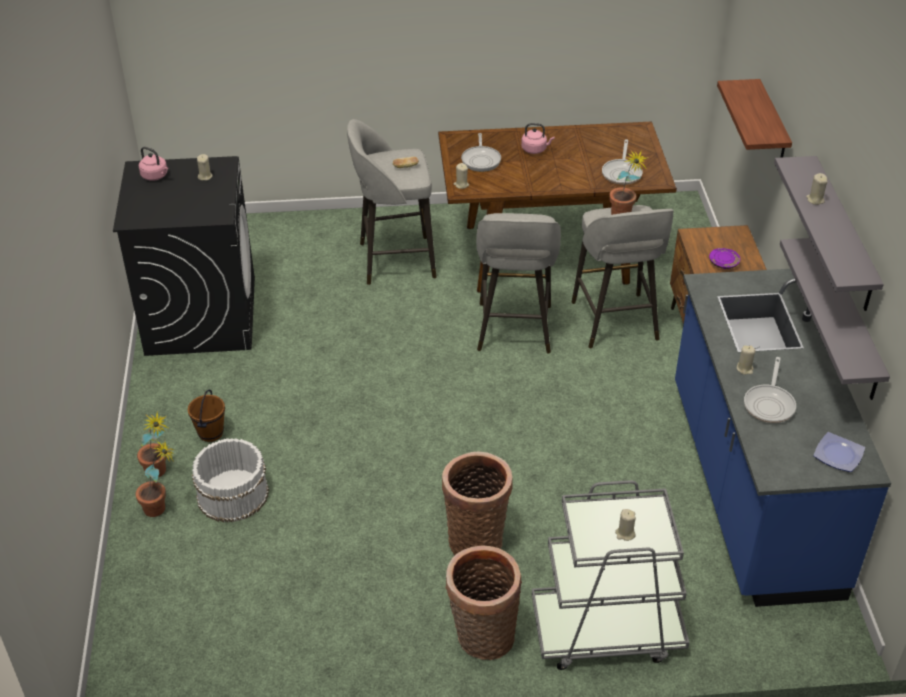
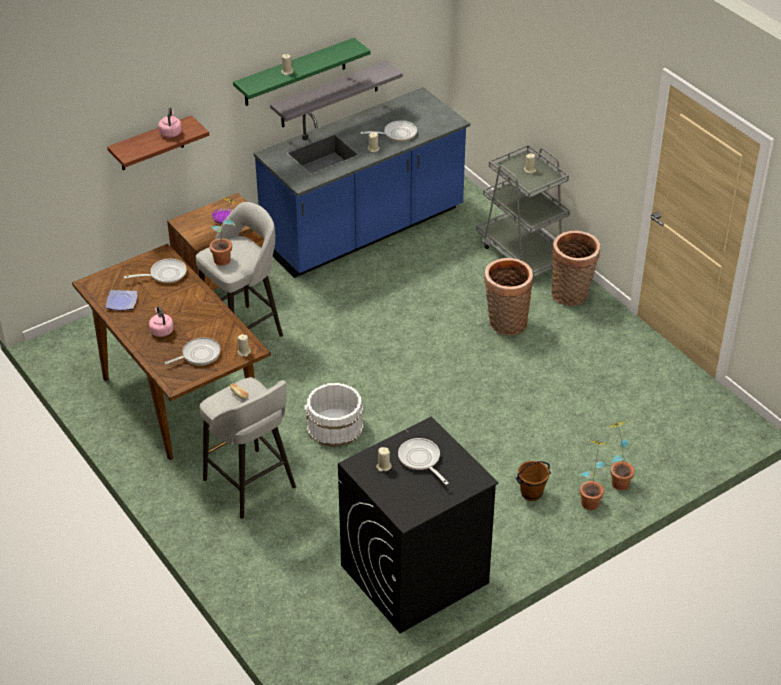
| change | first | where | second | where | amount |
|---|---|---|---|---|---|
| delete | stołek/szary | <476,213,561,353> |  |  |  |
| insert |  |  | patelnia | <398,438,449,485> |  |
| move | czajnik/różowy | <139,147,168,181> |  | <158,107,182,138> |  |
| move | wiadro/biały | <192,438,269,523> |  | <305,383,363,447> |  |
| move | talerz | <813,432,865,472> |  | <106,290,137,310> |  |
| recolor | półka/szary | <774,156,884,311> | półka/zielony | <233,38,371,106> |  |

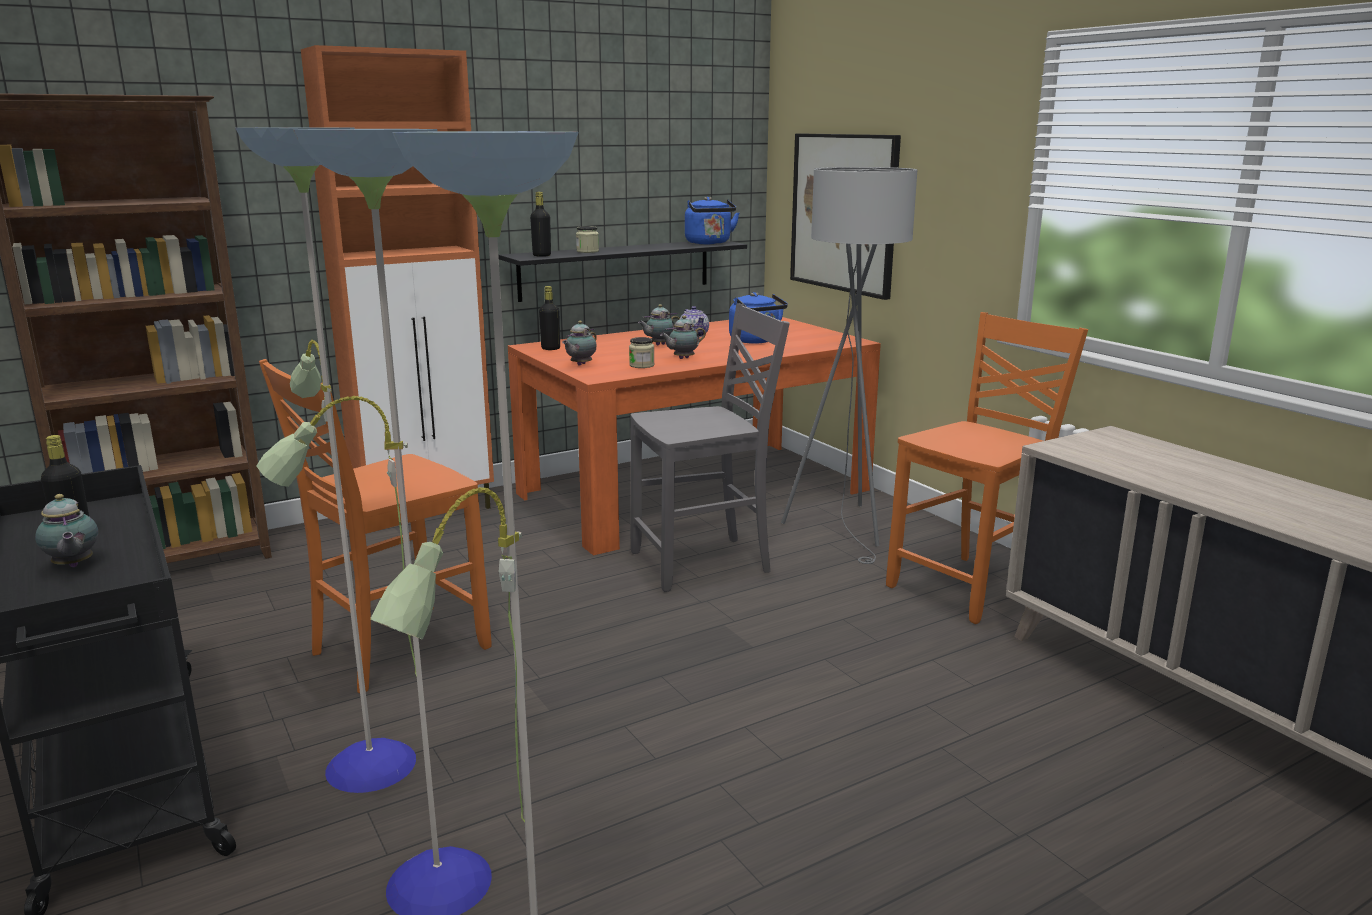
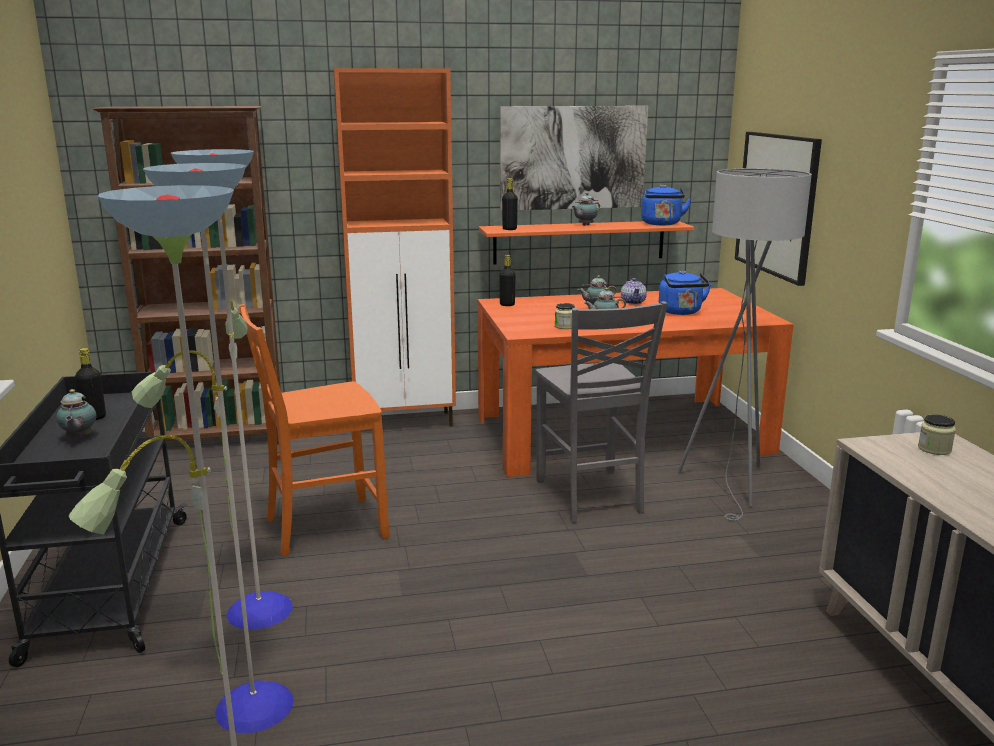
| change | first | where | second | where | amount |
|---|---|---|---|---|---|
| delete | krzesło/pomarańczowy | <886,312,1088,624> |  |  |  |
| insert |  |  | obraz | <500,106,648,211> |  |
| move | imbryk | <562,321,597,365> |  | <572,192,600,226> |  |
| move | słoik | <576,226,599,253> |  | <918,414,956,455> |  |
| recolor | półka/czarny | <498,241,747,302> | półka/pomarańczowy | <479,221,694,265> |  |
| rotate | krzesło/szary | <630,303,790,592> |  | <535,301,668,523> | 75 degrees clockwise |

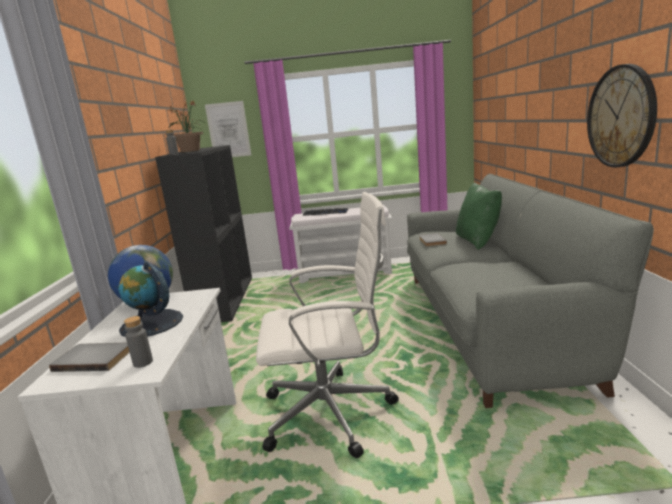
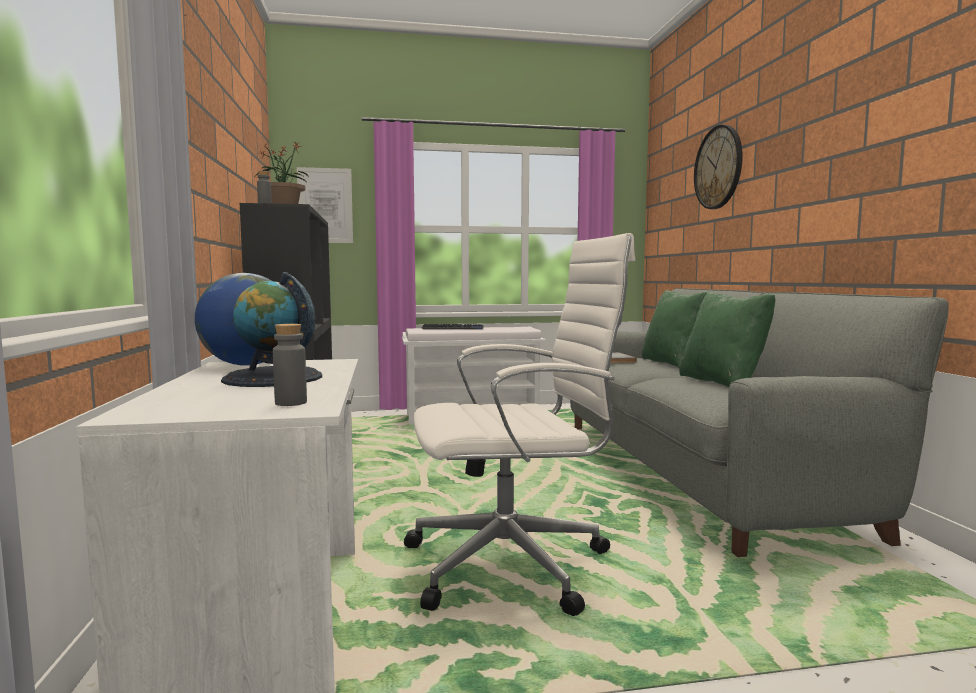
| change | first | where | second | where | amount |
|---|---|---|---|---|---|
| delete | książka/szary | <49,343,130,372> |  |  |  |
| insert |  |  | poduszka/zielony | <679,292,775,387> |  |
| move | zegar ścienny | <587,64,657,168> |  | <694,125,743,209> |  |

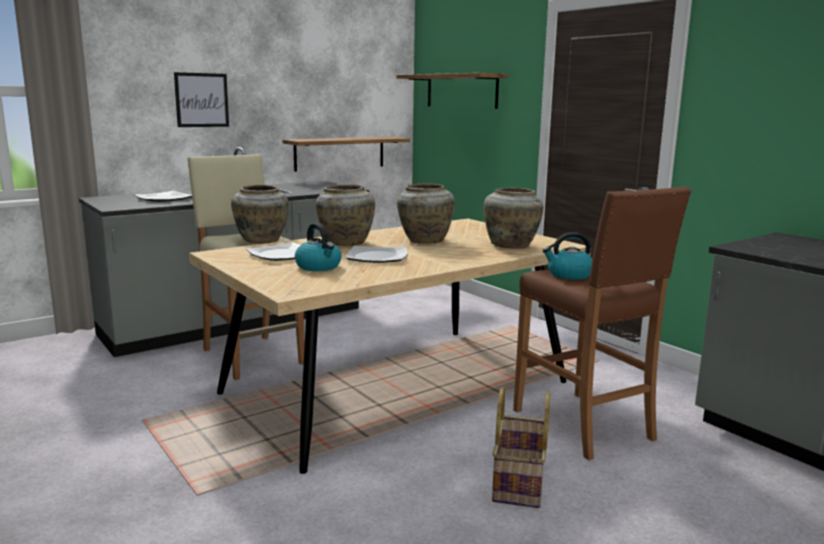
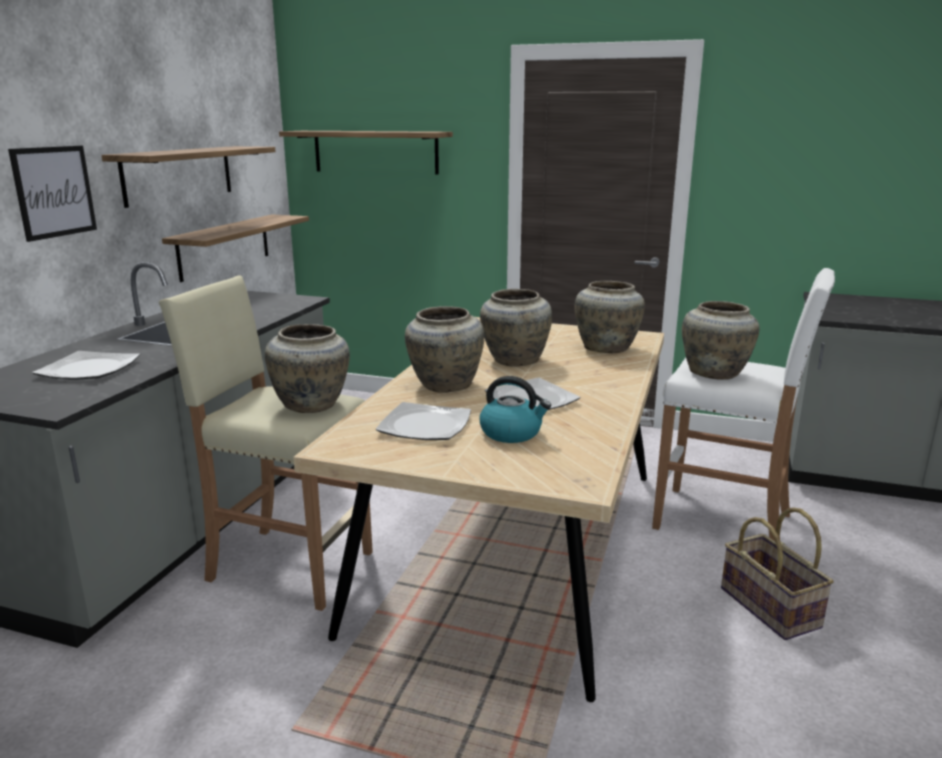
| change | first | where | second | where | amount |
|---|---|---|---|---|---|
| insert |  |  | półka | <101,146,276,208> |  |
| replace | czajnik | <543,232,592,280> | wazon/beżowy | <682,301,760,380> |  |
| recolor | stołek/brązowy | <513,187,691,460> | stołek/biały | <652,268,835,541> |  |

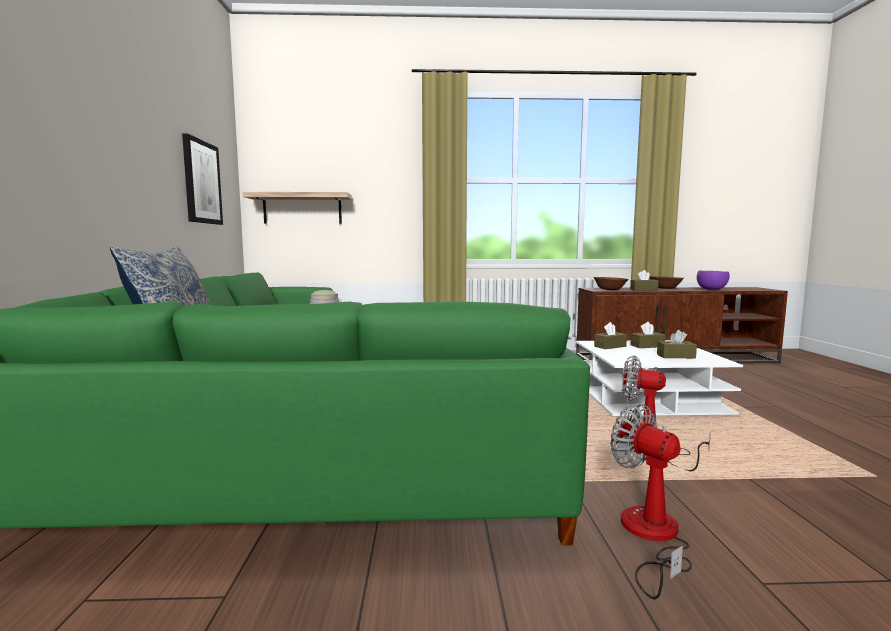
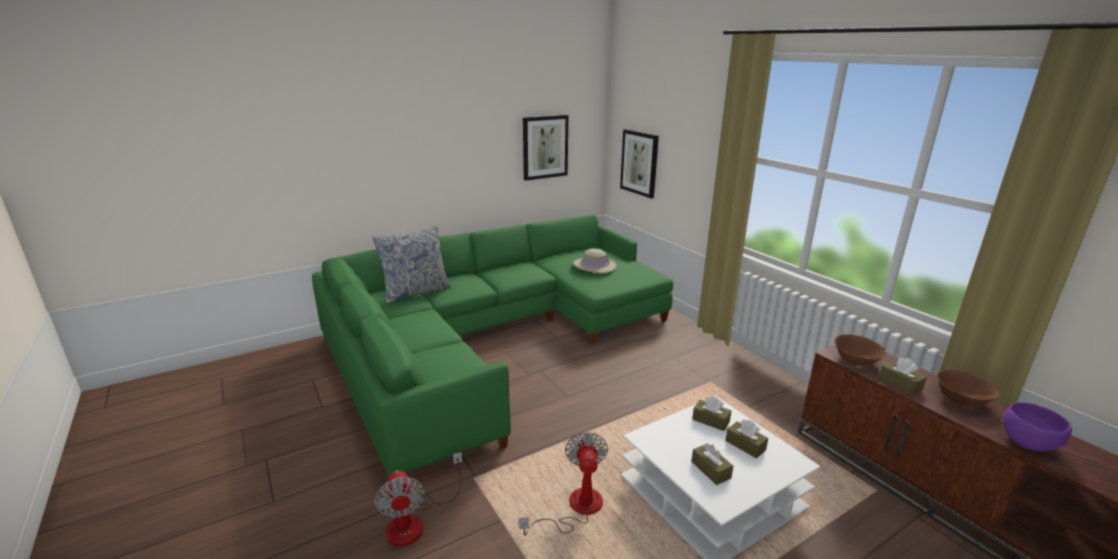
| change | first | where | second | where | amount |
|---|---|---|---|---|---|
| replace | półka | <243,192,352,224> | obraz | <620,129,659,199> |  |
| rotate | wentylator | <610,403,692,600> |  | <374,452,462,546> | 135 degrees clockwise |

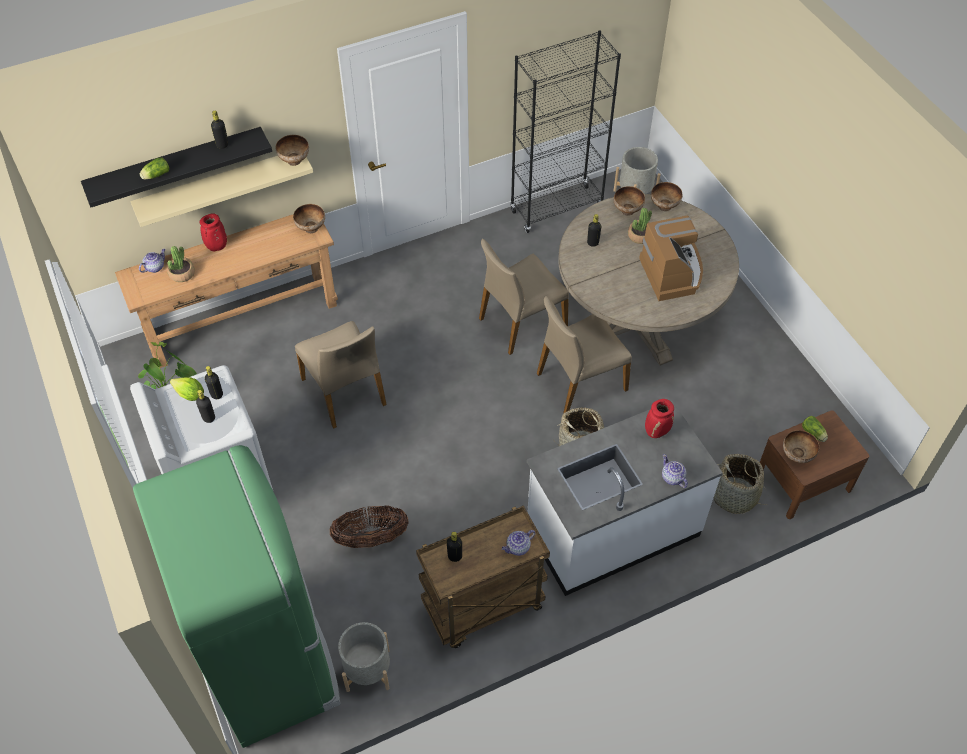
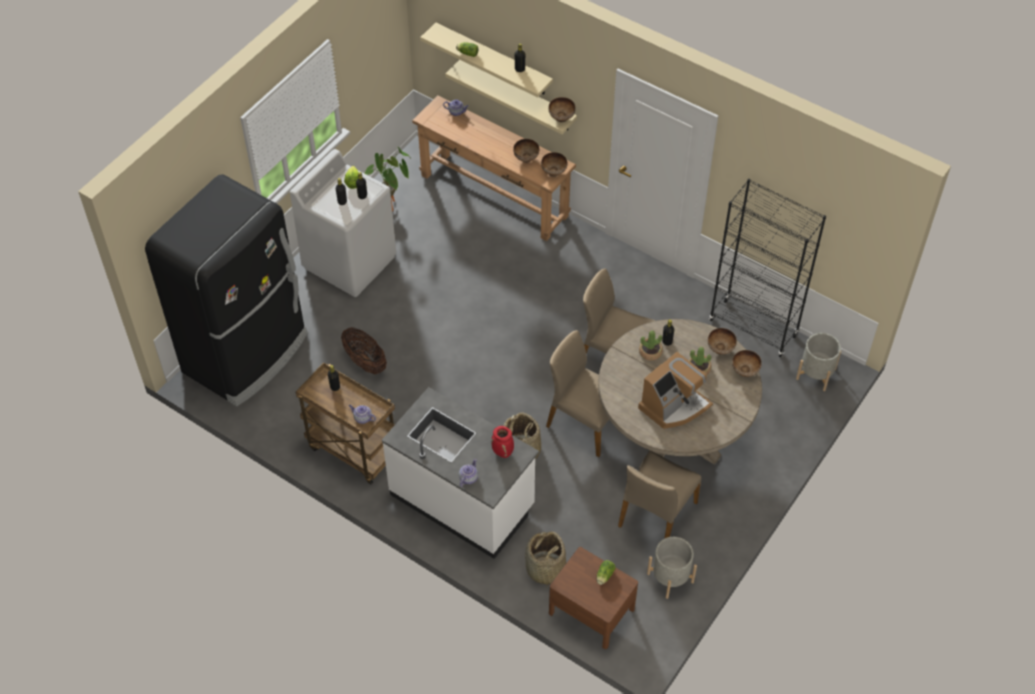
| change | first | where | second | where | amount |
|---|---|---|---|---|---|
| delete | wazon/czerwony | <200,213,227,252> |  |  |  |
| move | roślina doniczkowa | <167,246,195,282> |  | <639,331,663,361> |  |
| move | krzesło/beżowy | <295,321,387,429> |  | <618,451,701,539> |  |
| move | donica/szary | <338,622,390,692> |  | <647,537,697,599> |  |
| move | miska | <783,430,819,463> |  | <513,139,539,163> |  |
| recolor | półka/czarny | <81,127,272,207> | półka/beżowy | <420,23,553,97> |  |
| recolor | lodówka/zielony | <133,445,340,748> | lodówka/czarny | <145,174,307,406> |  |

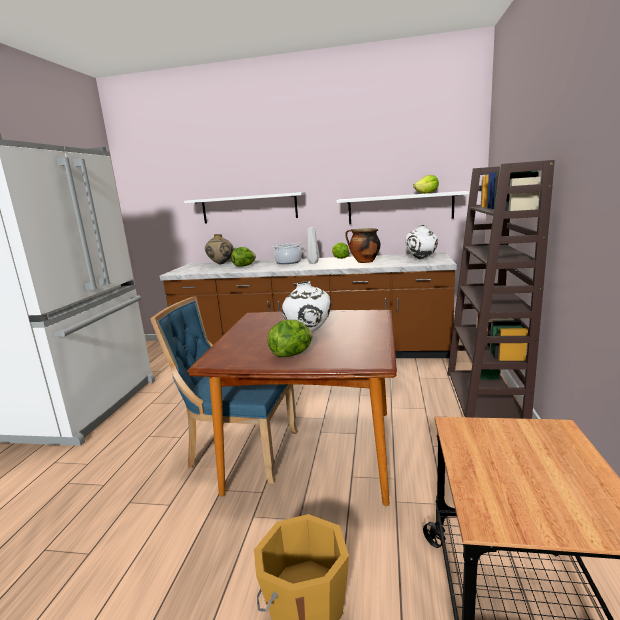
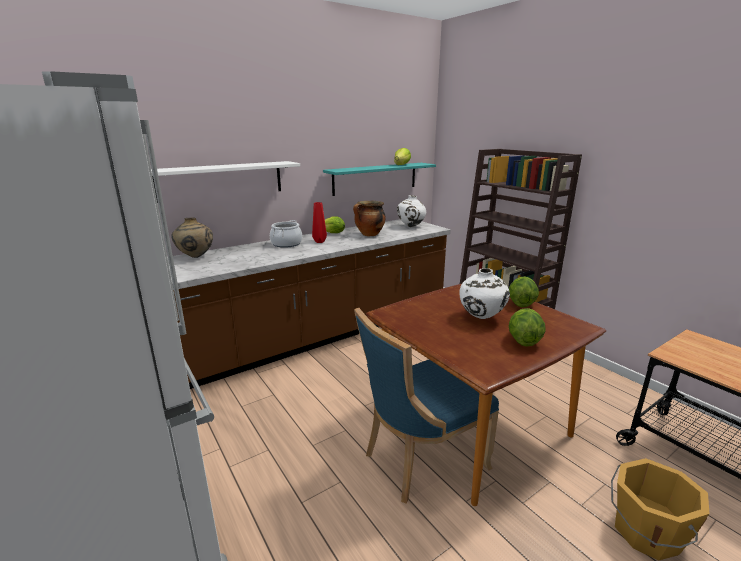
| change | first | where | second | where | amount |
|---|---|---|---|---|---|
| move | sałata | <231,247,256,267> |  | <509,276,539,308> |  |
| recolor | wazon/szary | <306,227,320,264> | wazon/czerwony | <312,202,327,243> |  |
| recolor | półka/biały | <337,191,470,224> | półka/turkusowy | <323,163,436,196> |  |

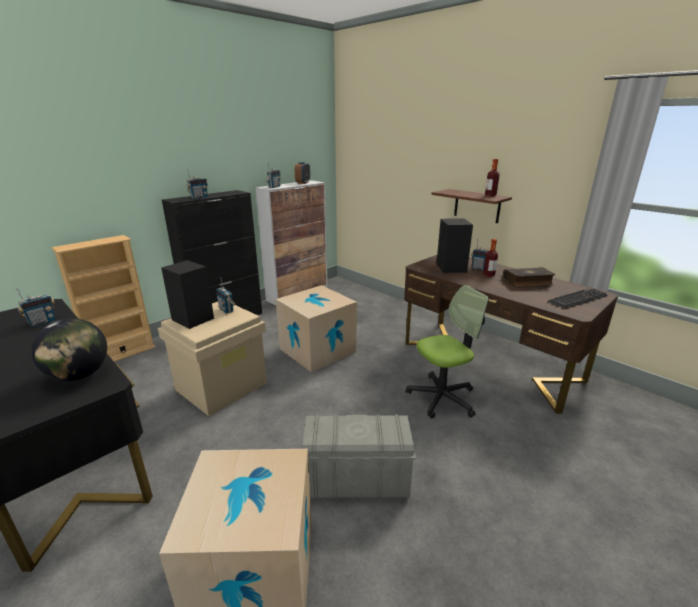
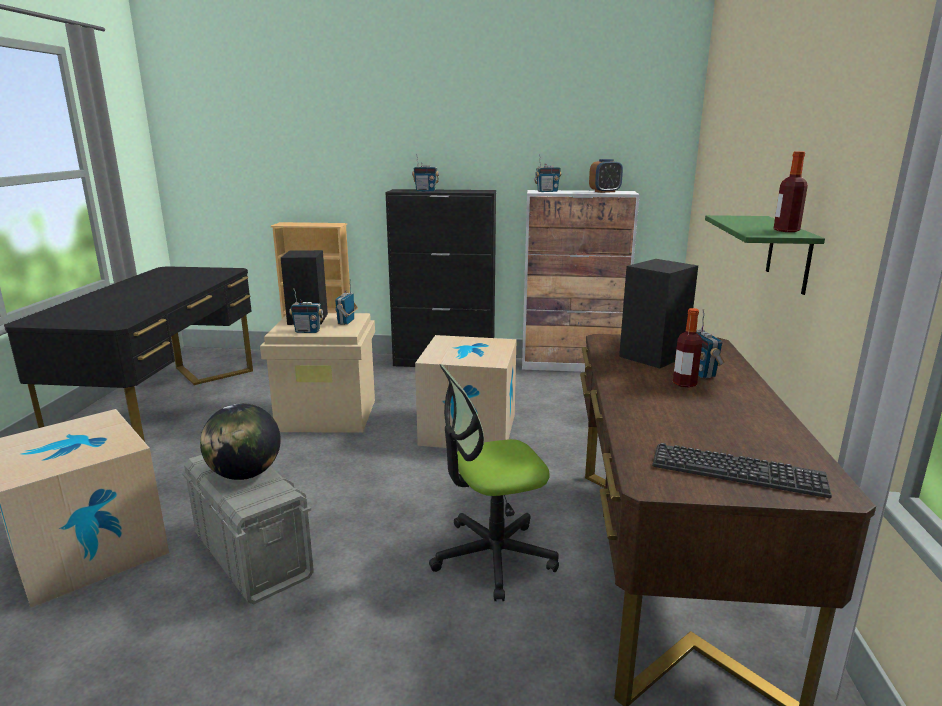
| change | first | where | second | where | amount |
|---|---|---|---|---|---|
| delete | książka | <503,267,556,288> |  |  |  |
| move | radio | <15,288,55,327> |  | <289,288,323,333> |  |
| move | globus | <32,318,107,381> |  | <200,403,281,480> |  |
| recolor | półka/brązowy | <431,189,512,223> | półka/zielony | <705,215,825,295> |  |
| rotate | krzesło biurowe | <406,285,488,419> |  | <429,364,559,601> | 135 degrees clockwise |

